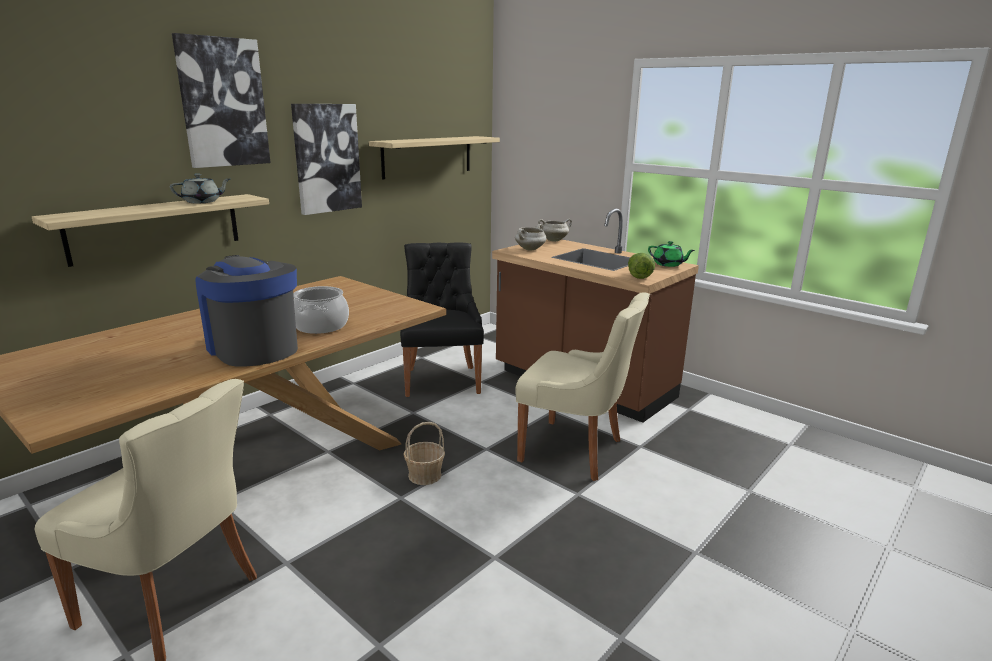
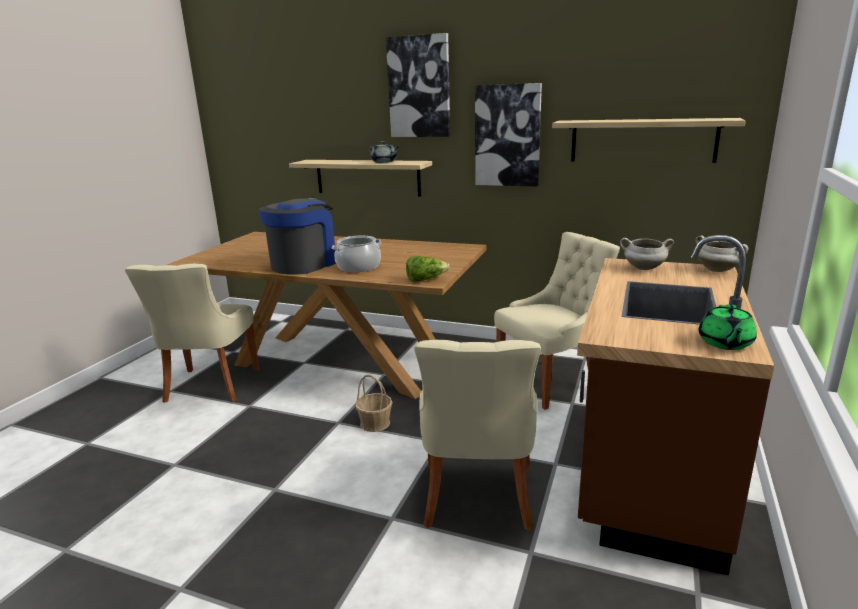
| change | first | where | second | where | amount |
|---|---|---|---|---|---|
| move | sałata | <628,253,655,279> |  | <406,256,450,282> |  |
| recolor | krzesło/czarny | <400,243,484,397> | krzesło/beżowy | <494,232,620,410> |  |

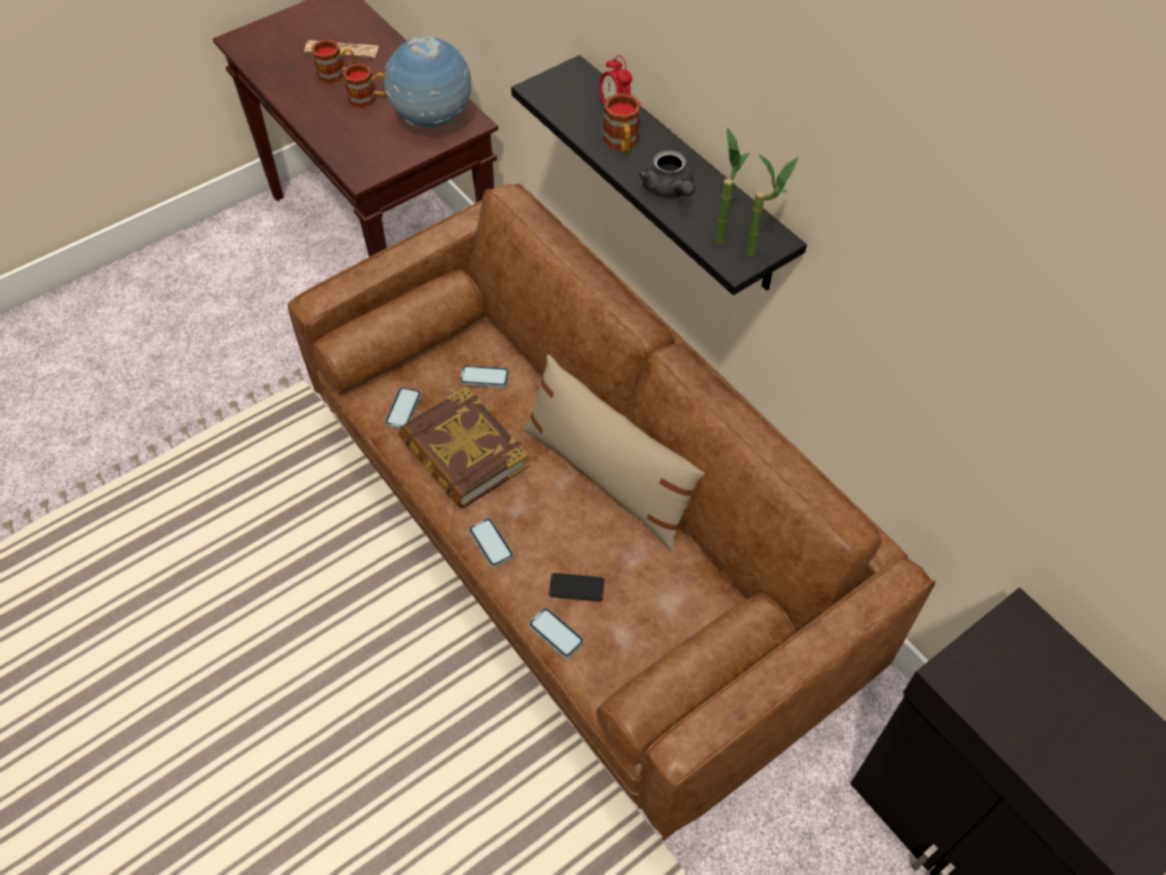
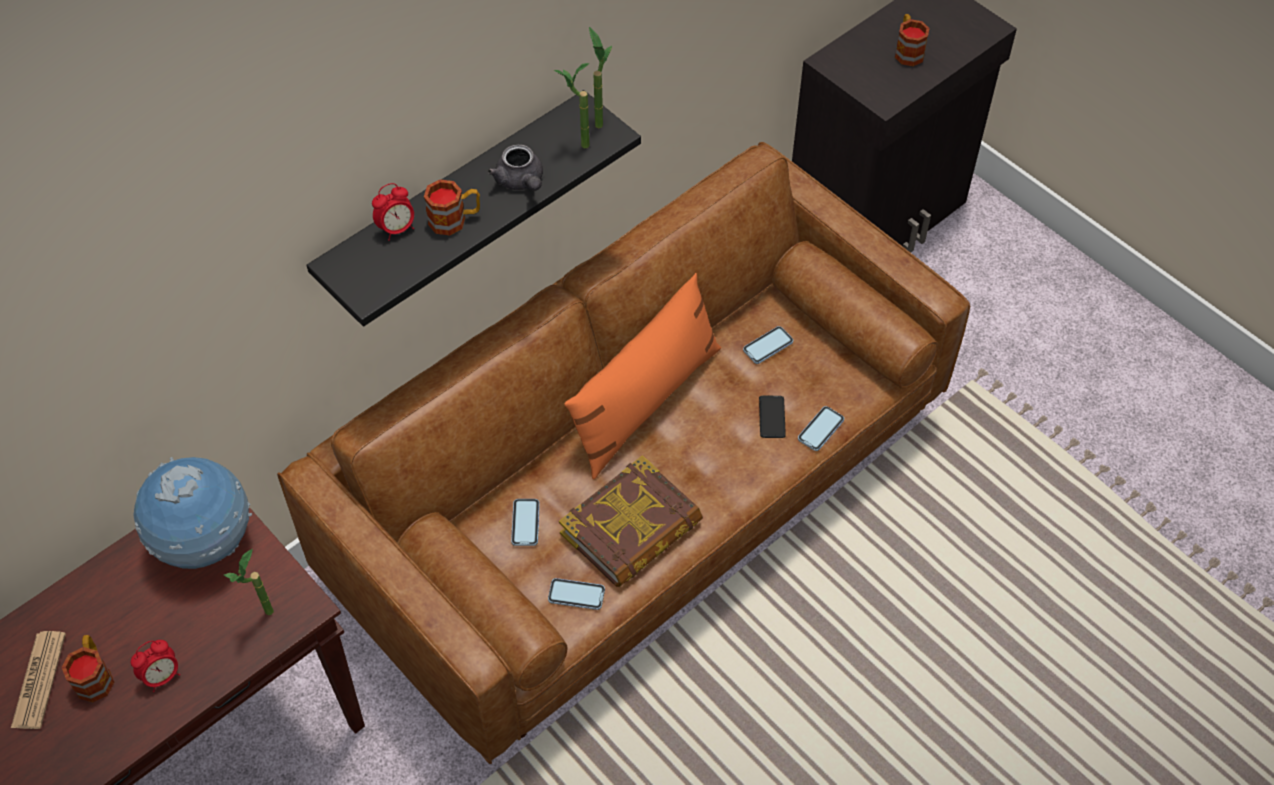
| change | first | where | second | where | amount |
|---|---|---|---|---|---|
| insert |  |  | budzik | <131,640,180,692> |  |
| insert |  |  | roślina doniczkowa | <224,549,274,615> |  |
| move | kubek | <343,63,386,108> |  | <895,14,930,66> |  |
| move | telefon | <469,518,514,567> |  | <743,326,793,364> |  |
| recolor | poduszka/beżowy | <523,355,705,551> | poduszka/pomarańczowy | <564,273,721,479> |  |
| rotate | imbryk/szary | <638,150,695,198> |  | <488,144,543,191> | 90 degrees clockwise |

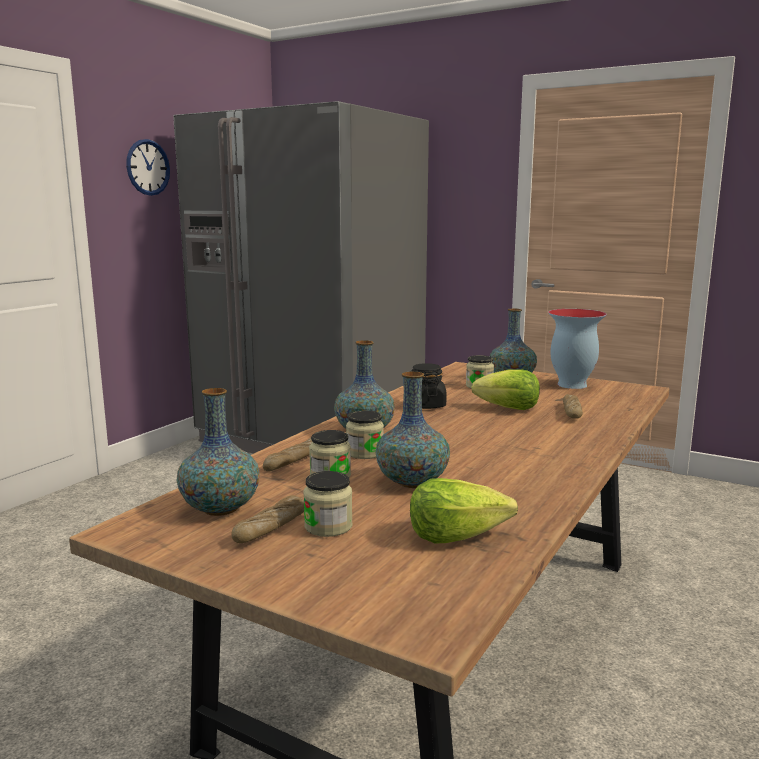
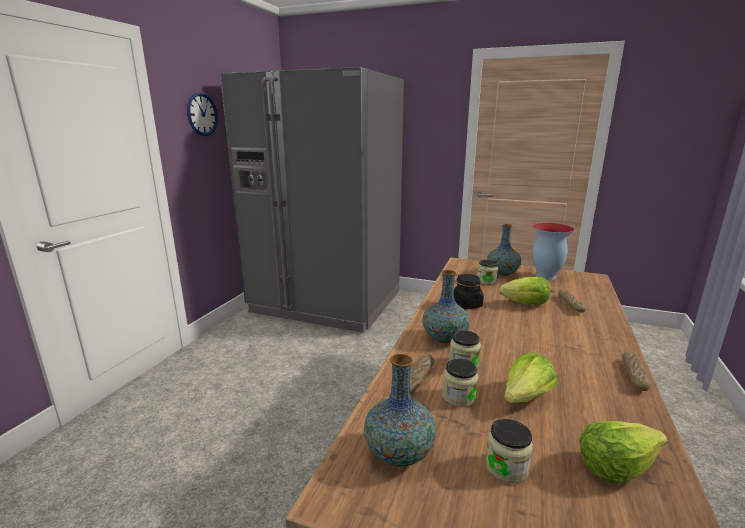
| change | first | where | second | where | amount |
|---|---|---|---|---|---|
| move | chleb | <231,495,304,543> |  | <622,352,651,391> |  |
| replace | wazon | <376,372,450,488> | sałata | <504,353,558,403> |  |

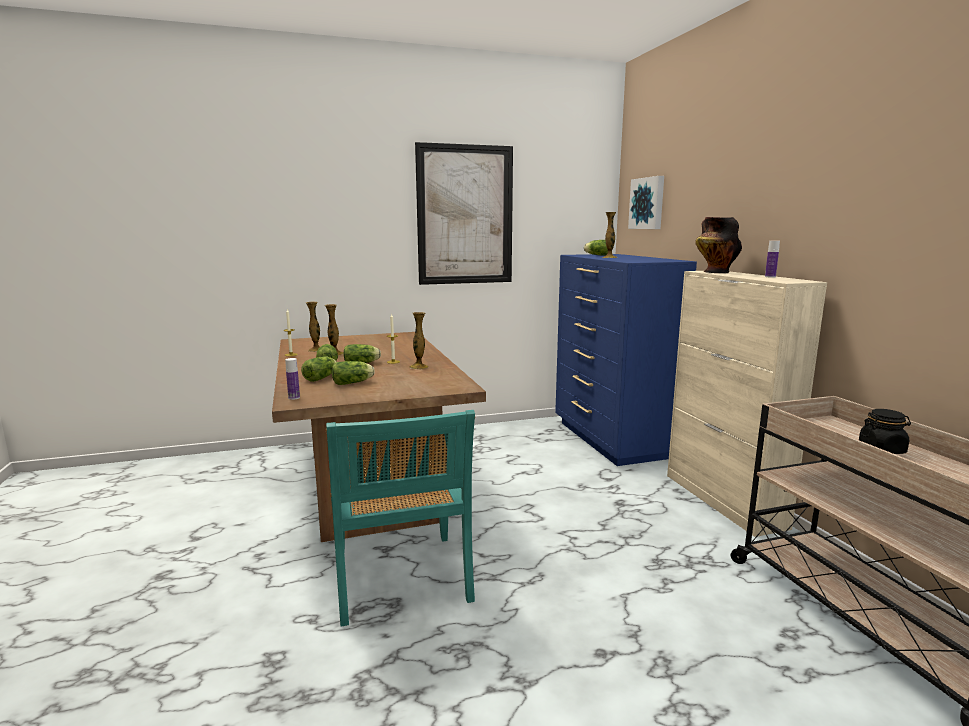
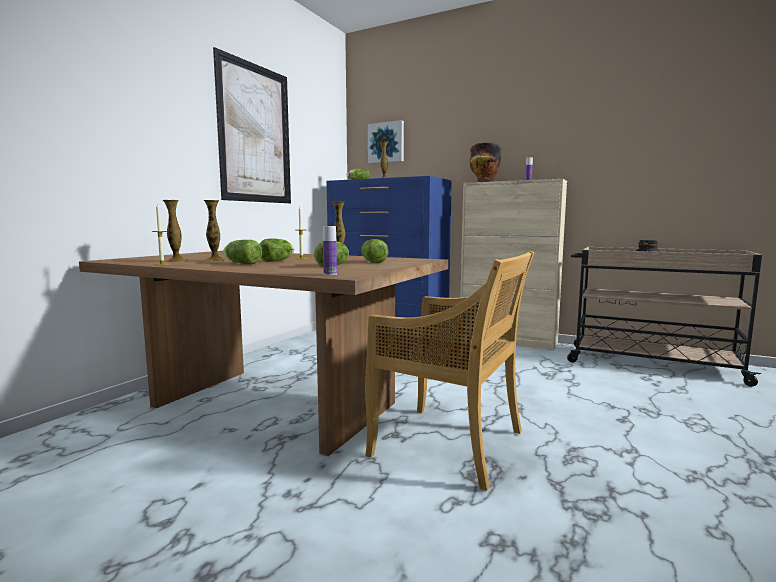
| change | first | where | second | where | amount |
|---|---|---|---|---|---|
| move | sałata | <301,356,336,382> |  | <361,239,388,263> |  |
| recolor | krzesło/turkusowy | <326,410,475,626> | krzesło/beżowy | <365,251,534,491> |  |

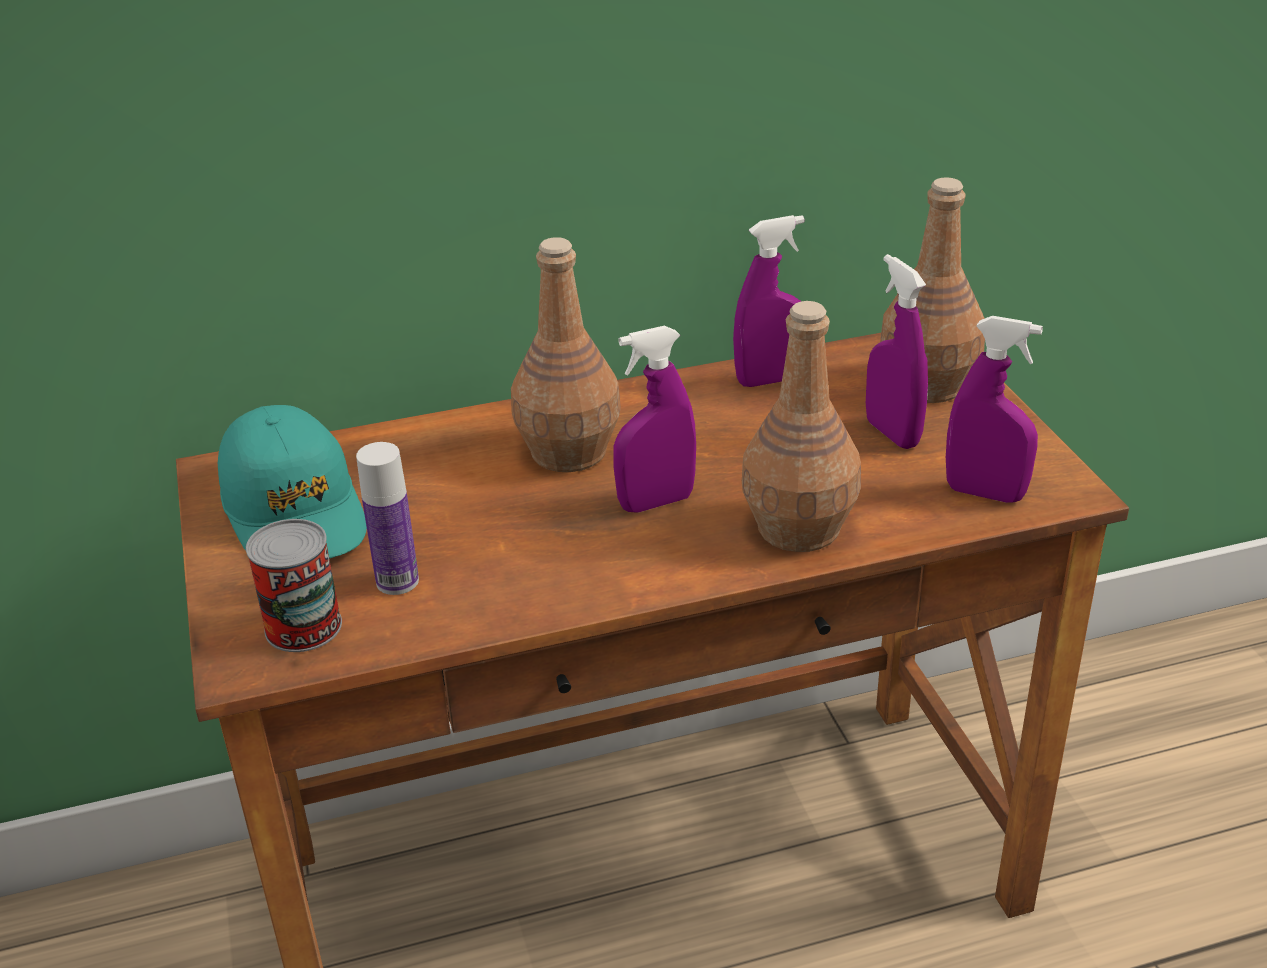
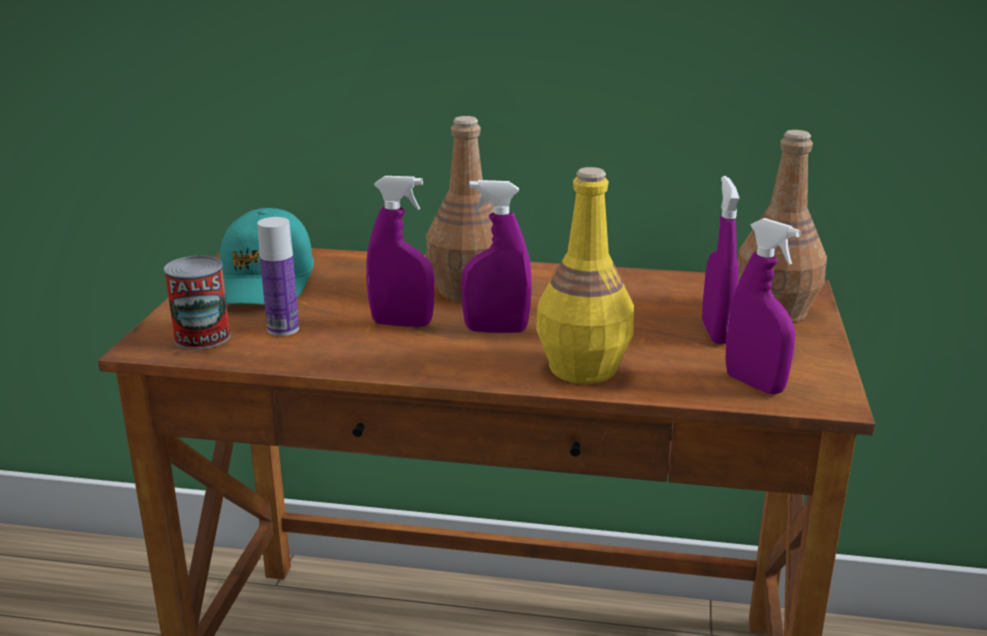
| change | first | where | second | where | amount |
|---|---|---|---|---|---|
| move | spryskiwacz/fioletowy | <733,215,804,387> |  | <366,176,434,327> |  |
| recolor | butelka/brązowy | <742,301,861,552> | butelka/żółty | <536,167,634,384> |  |

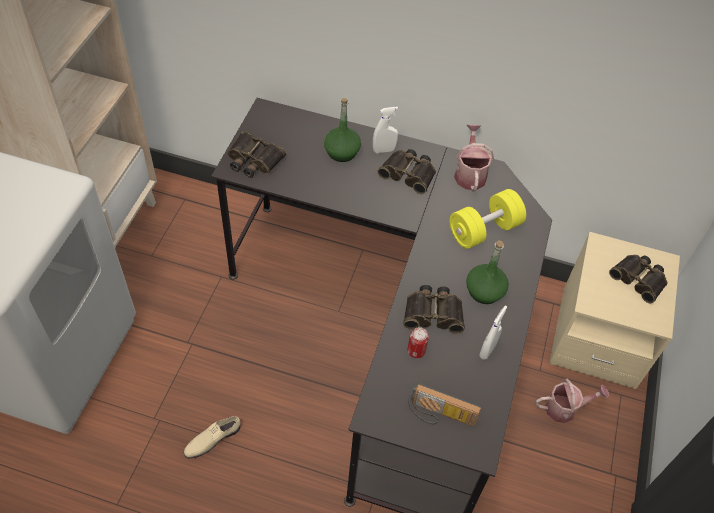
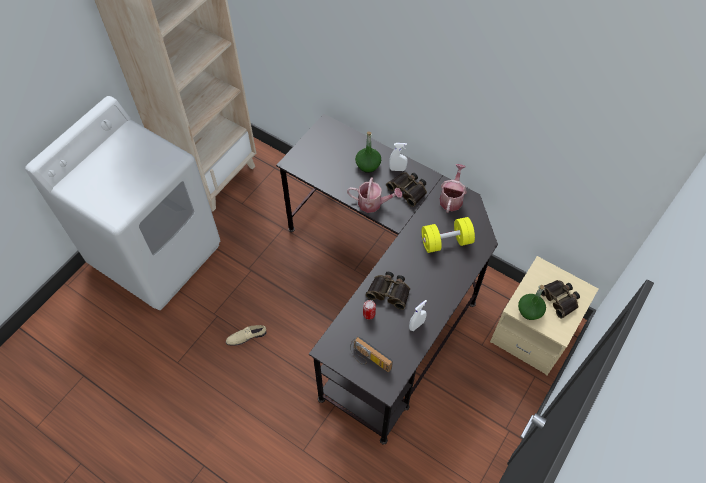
| change | first | where | second | where | amount |
|---|---|---|---|---|---|
| delete | lornetka | <227,131,286,178> |  |  |  |
| move | butelka/zielony | <466,240,509,304> |  | <518,285,546,320> |  |
| move | konewka | <535,379,609,423> |  | <347,177,402,213> |  |

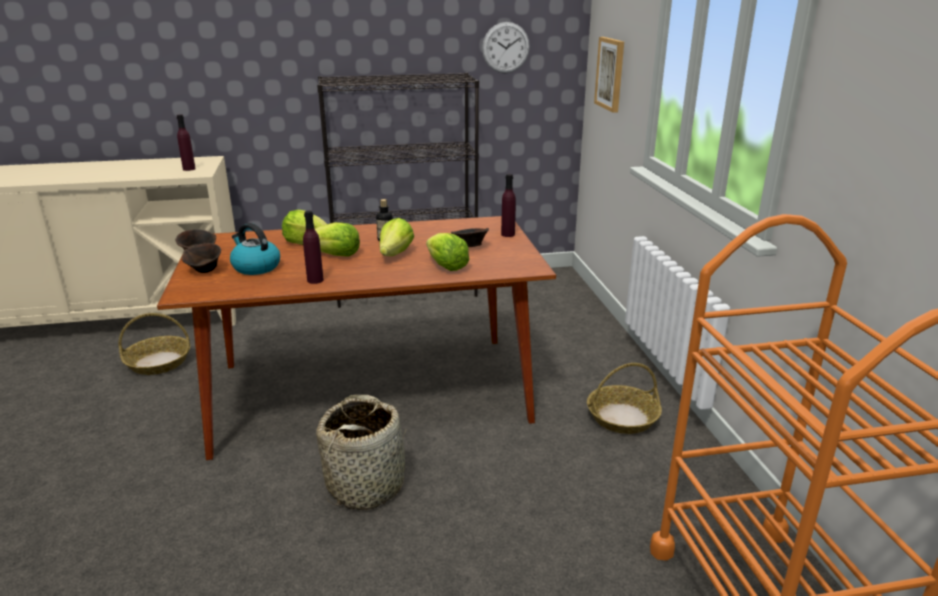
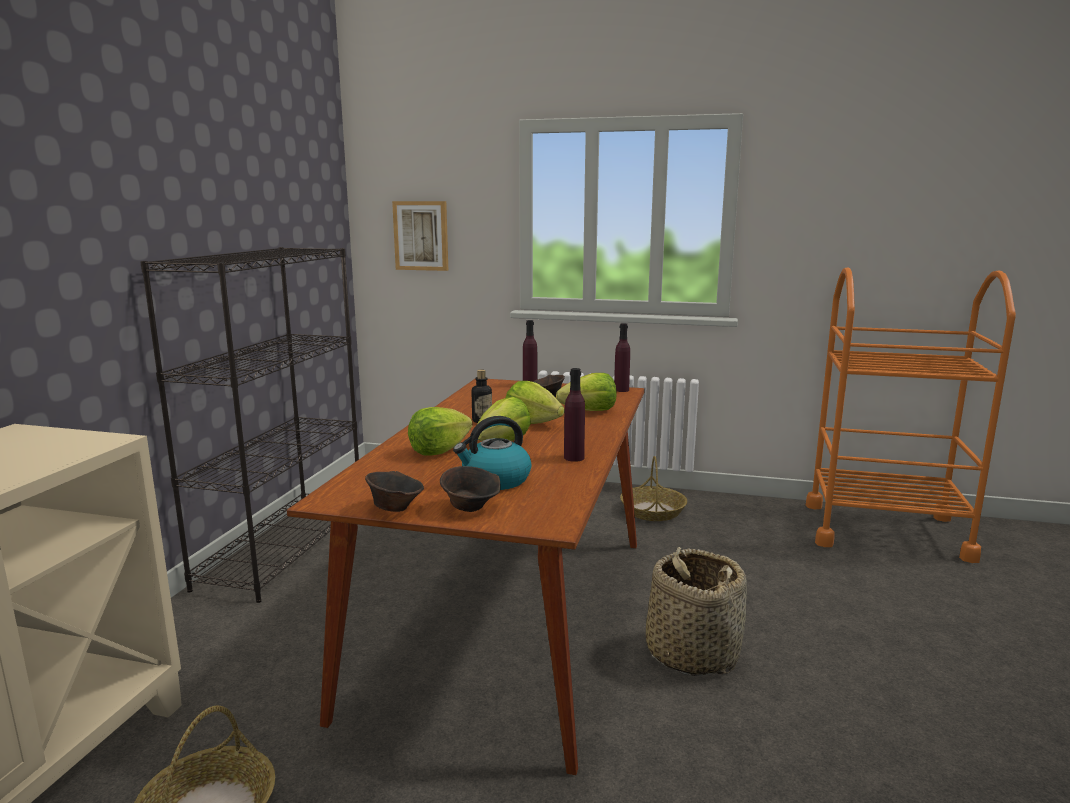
| change | first | where | second | where | amount |
|---|---|---|---|---|---|
| delete | zegar ścienny | <482,22,530,73> |  |  |  |
| move | butelka/fioletowy | <177,115,196,171> |  | <614,323,630,392> |  |

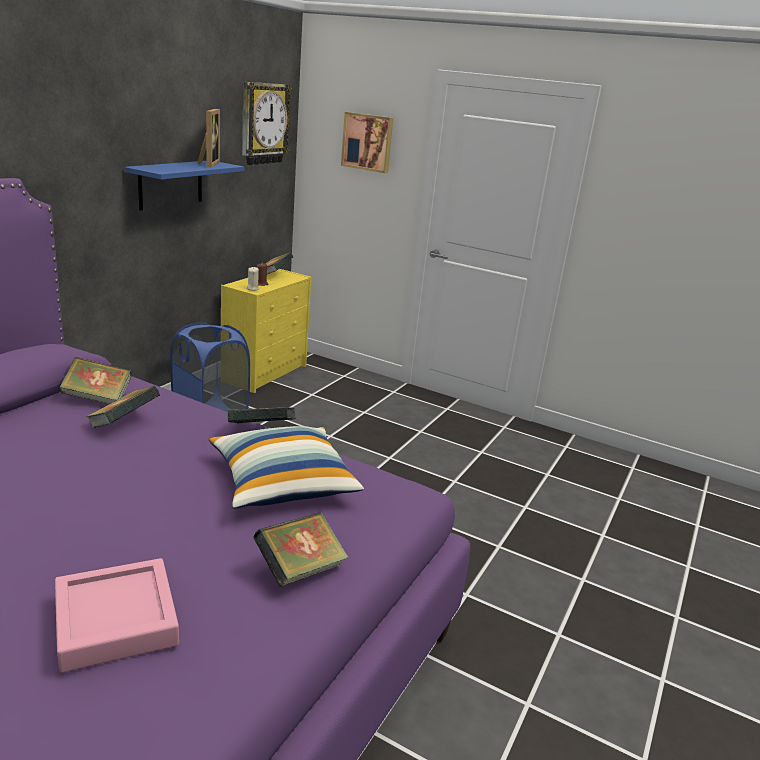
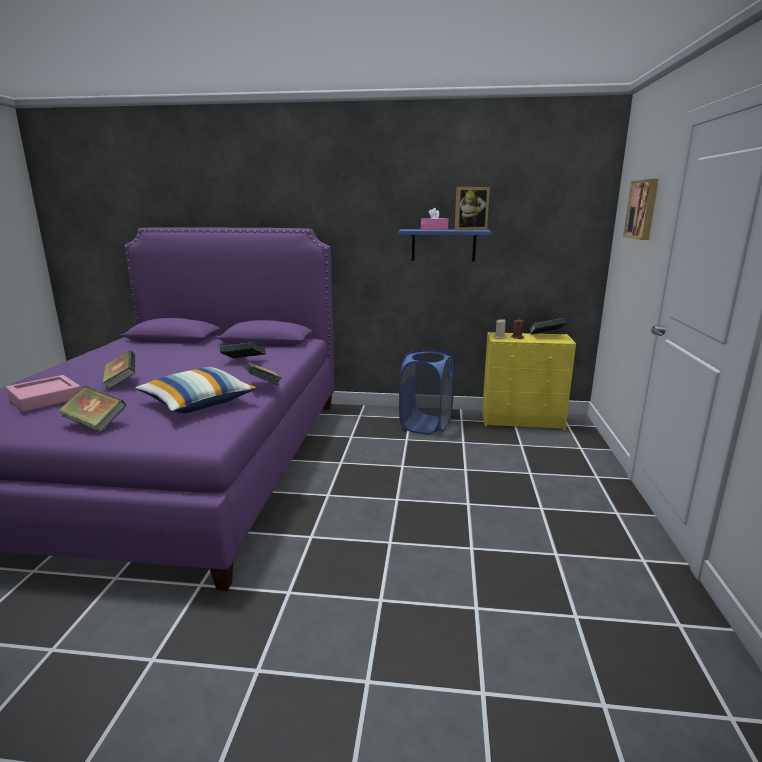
| change | first | where | second | where | amount |
|---|---|---|---|---|---|
| delete | zegar ścienny | <242,82,292,165> |  |  |  |
| insert |  |  | pudełko chusteczek/różowy | <421,208,448,230> |  |
| move | książka | <59,357,132,405> |  | <103,350,135,389> |  |

